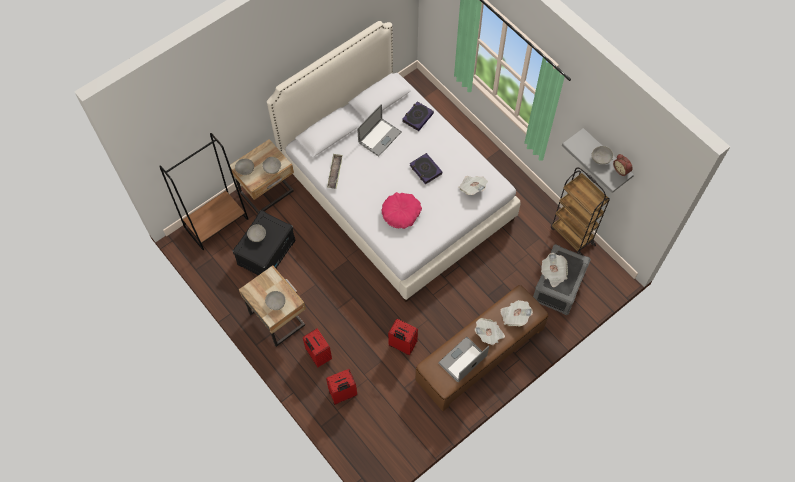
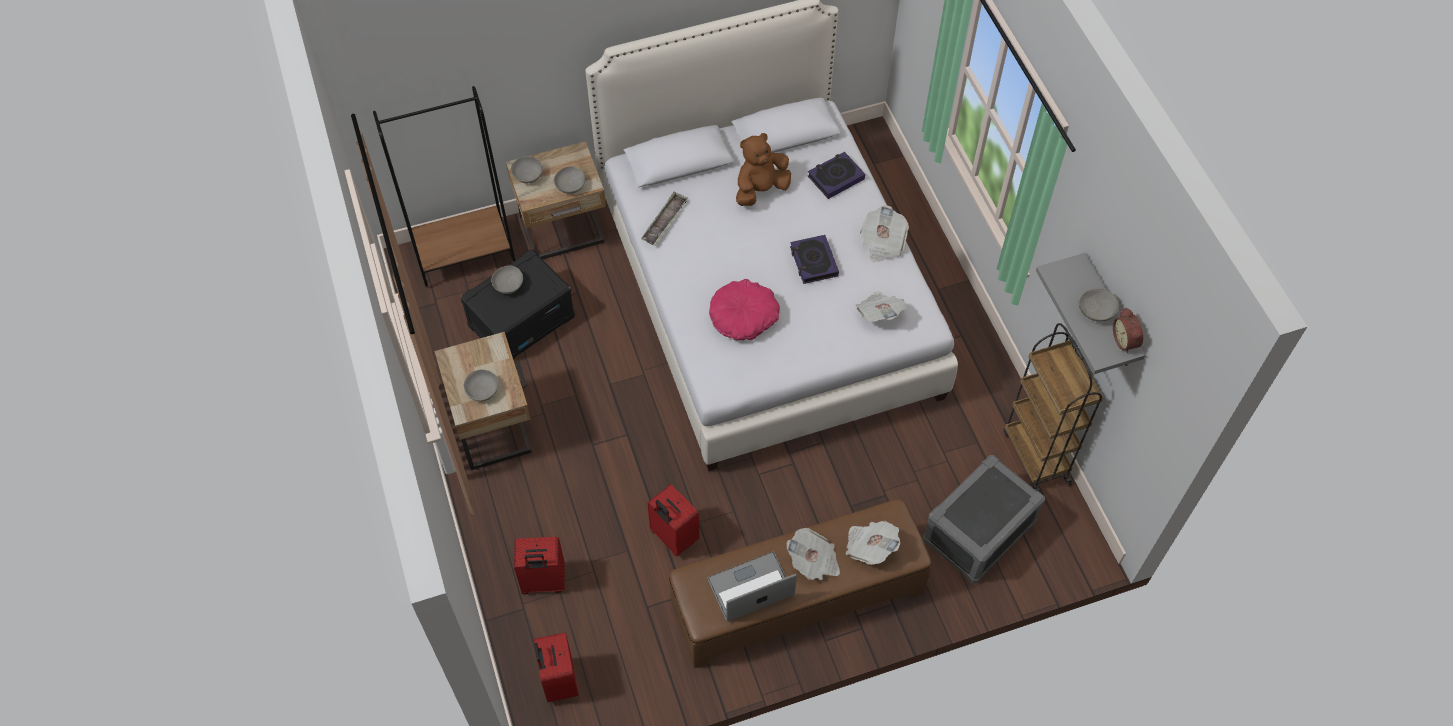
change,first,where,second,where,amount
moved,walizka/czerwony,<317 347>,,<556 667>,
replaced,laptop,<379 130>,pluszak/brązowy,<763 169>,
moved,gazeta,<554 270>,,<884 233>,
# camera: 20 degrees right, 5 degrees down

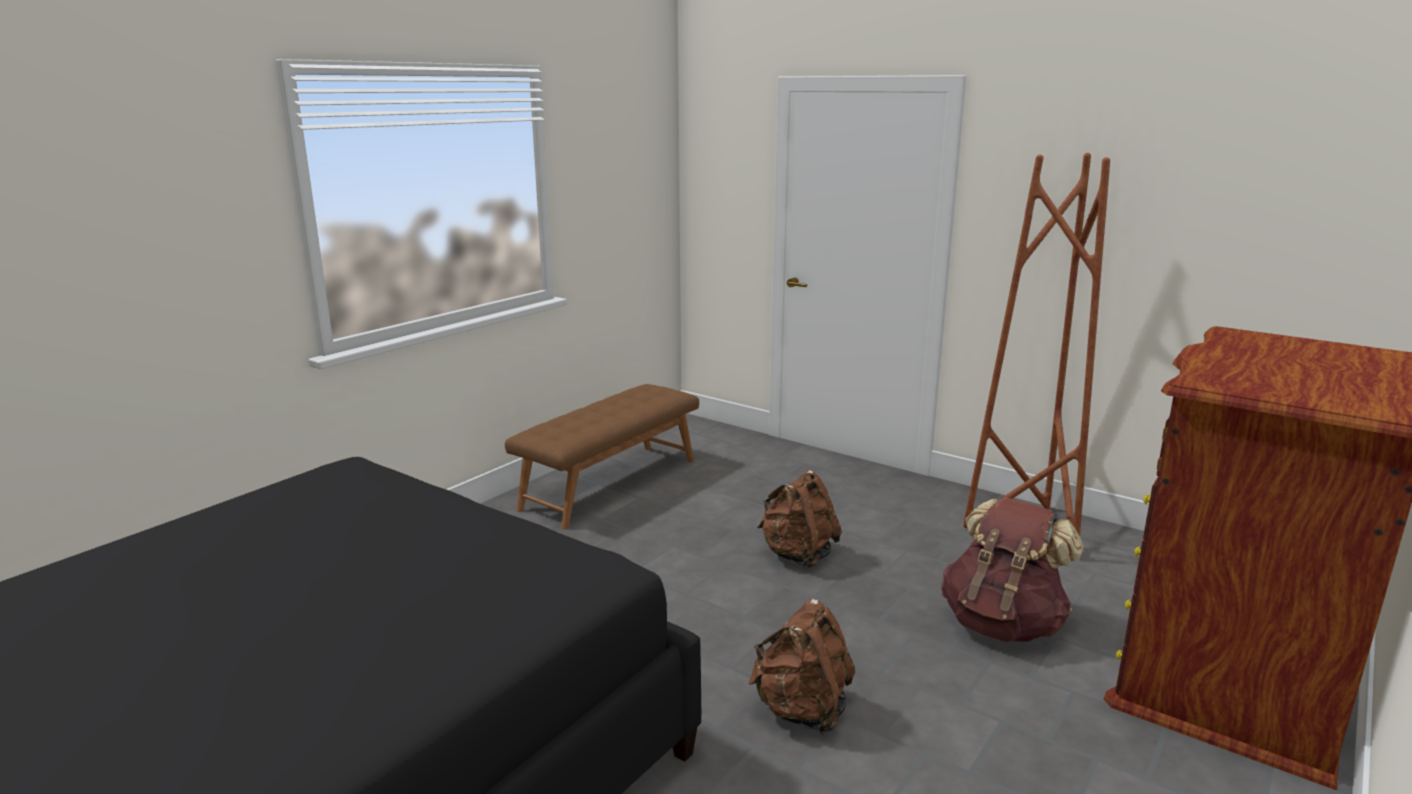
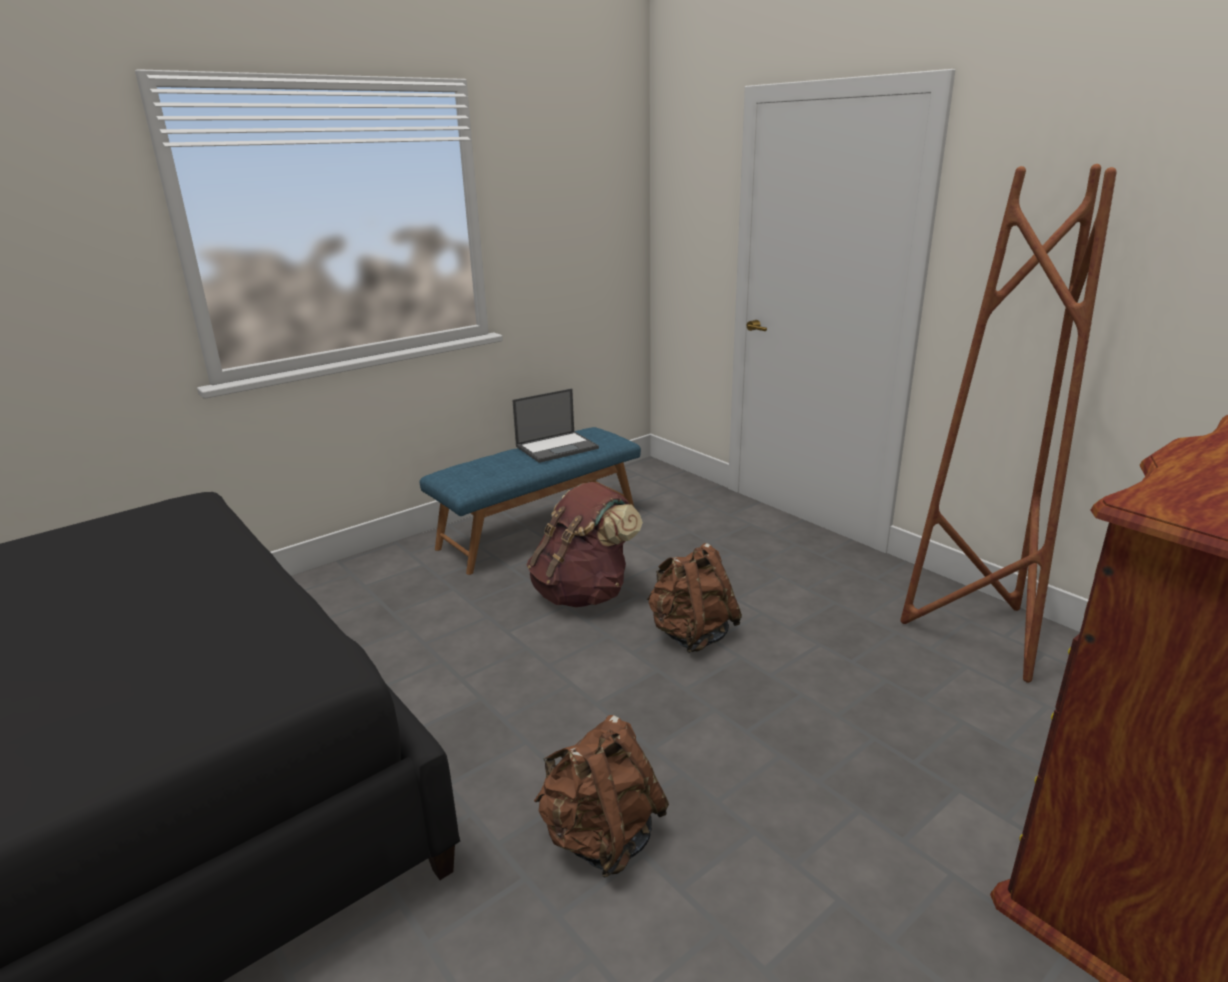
change,first,where,second,where,amount
recoloured,ławka/brązowy,<602 457>,ławka/niebieski,<530 501>,
added,,,laptop,<555 425>,
moved,plecak/brązowy,<1012 569>,,<585 545>,
# camera: 15 degrees right, 5 degrees up

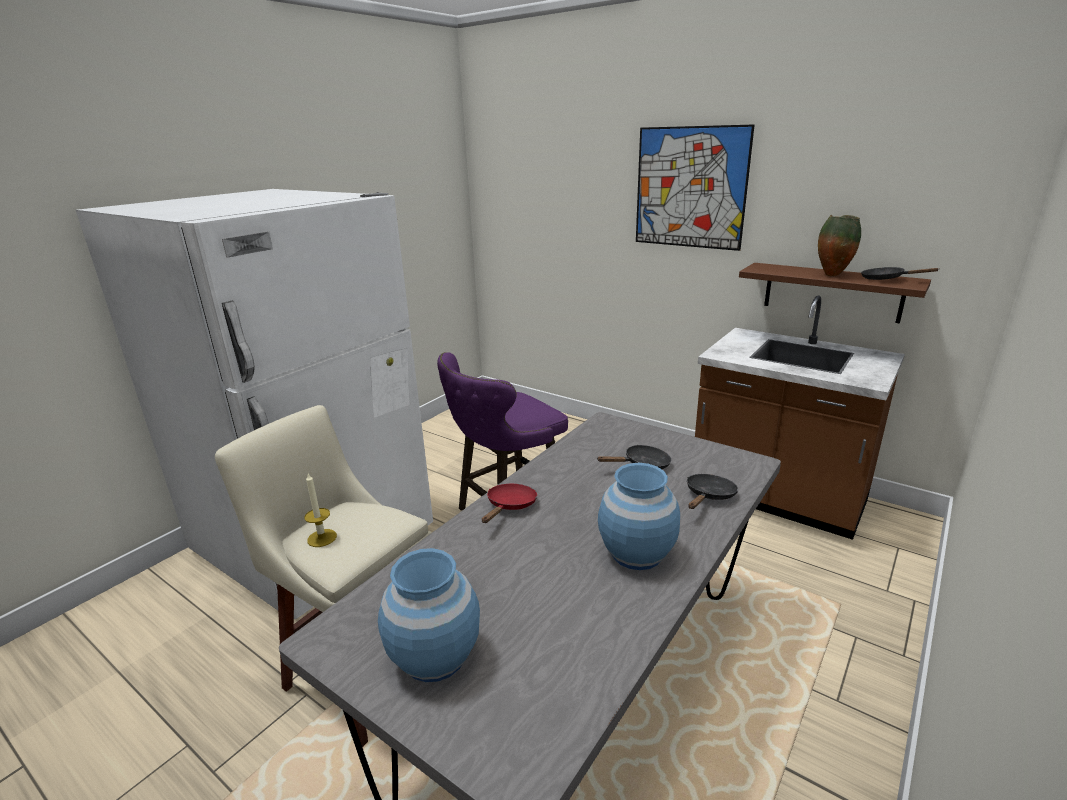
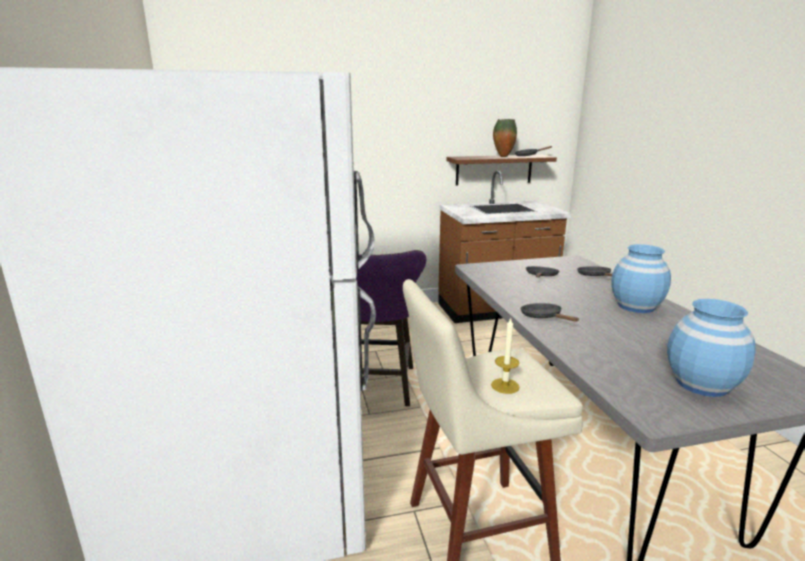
change,first,where,second,where,amount
recoloured,patelnia/czerwony,<509 503>,patelnia/czarny,<550 312>,
removed,obraz,<695 187>,,,
# camera: 50 degrees left, 5 degrees down

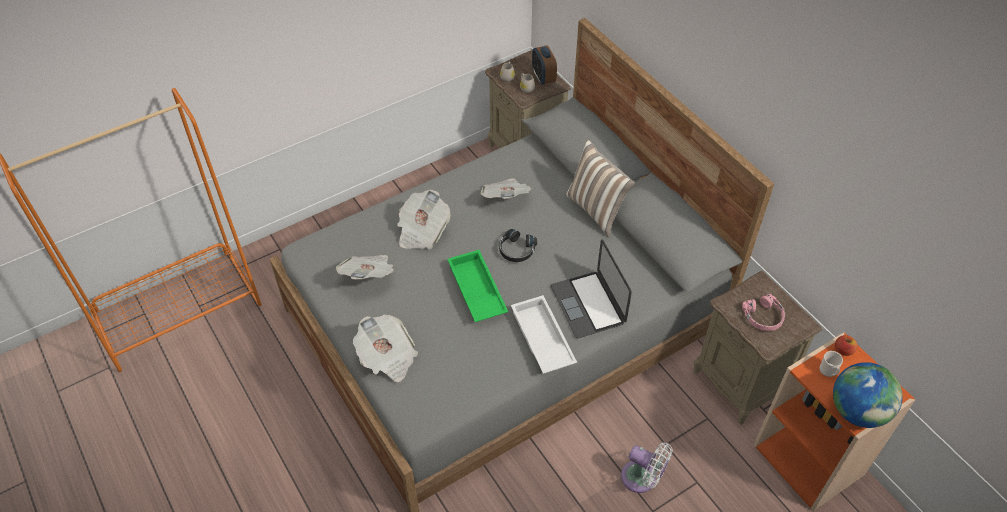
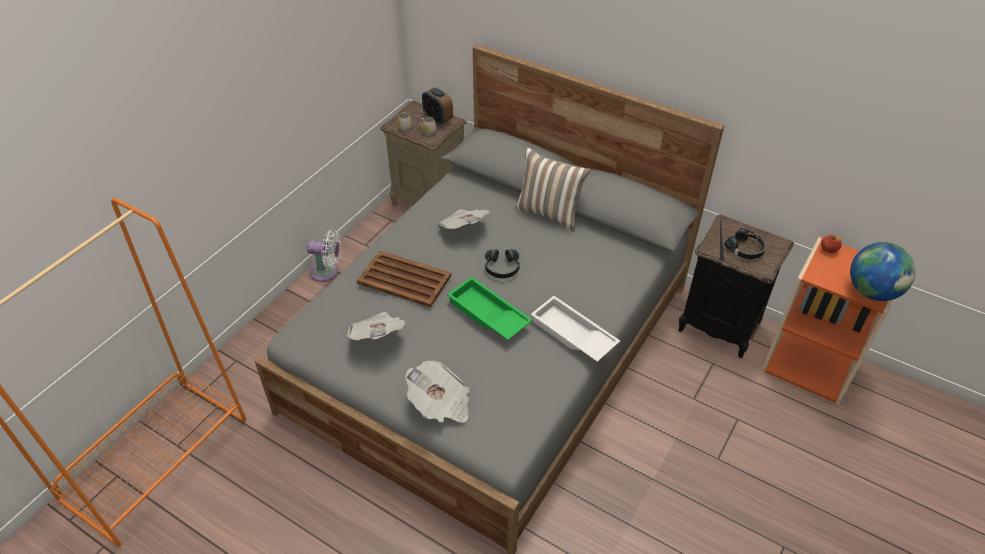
change,first,where,second,where,amount
moved,wentylator/biały,<647 468>,,<324 256>,
replaced,gazeta,<424 219>,taca/brązowy,<404 278>,
recoloured,szafka nocna/beżowy,<757 347>,szafka nocna/czarny,<736 286>,
recoloured,słuchawki/różowy,<763 312>,słuchawki/czarny,<745 243>,
removed,laptop,<591 288>,,,
removed,kubek,<831 364>,,,
# camera: 25 degrees left, 5 degrees down

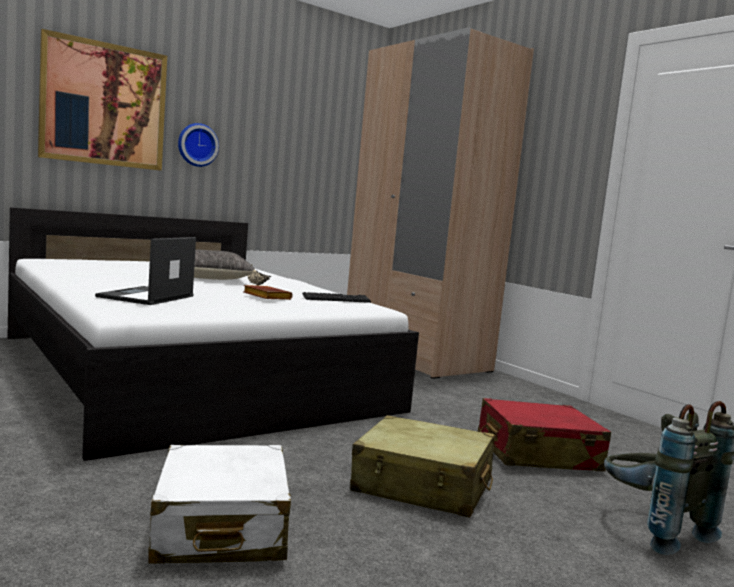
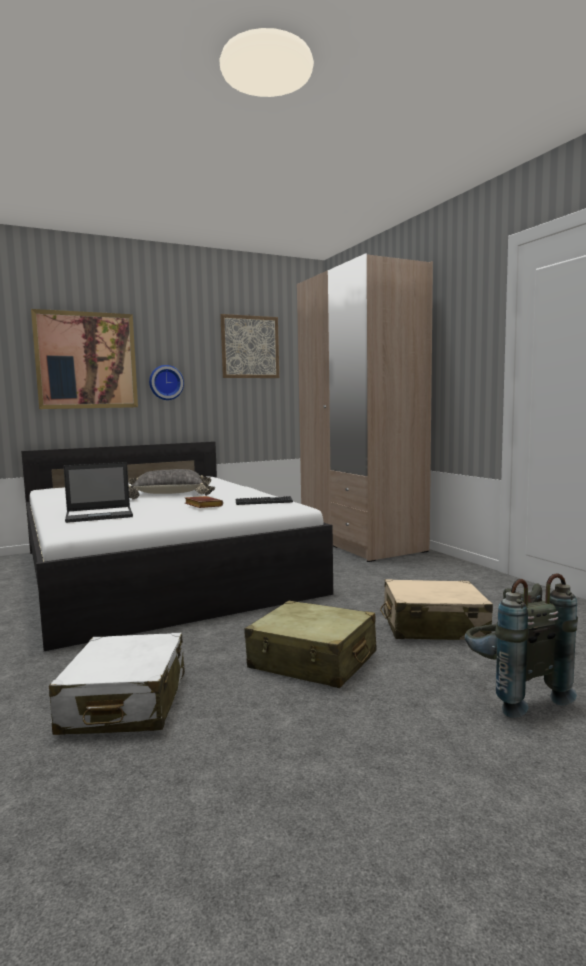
change,first,where,second,where,amount
turned,laptop,<145 271>,,<98 492>,135 degrees counterclockwise
added,,,obraz,<249 346>,
recoloured,walizka/czerwony,<544 434>,walizka/beżowy,<436 609>,
# camera: 10 degrees right, 0 degrees up

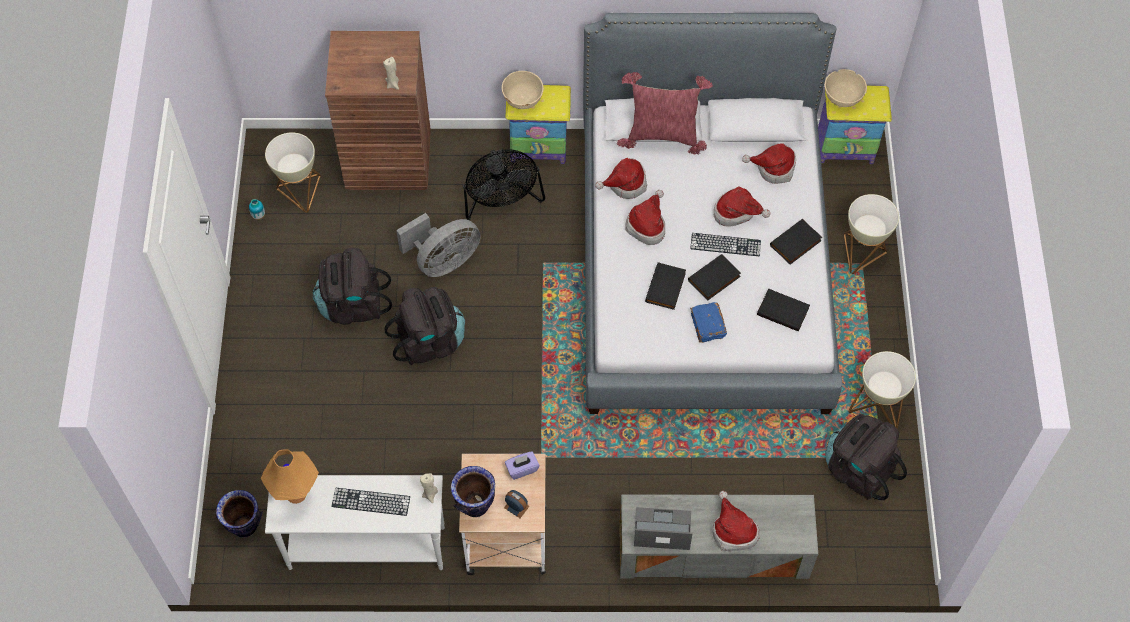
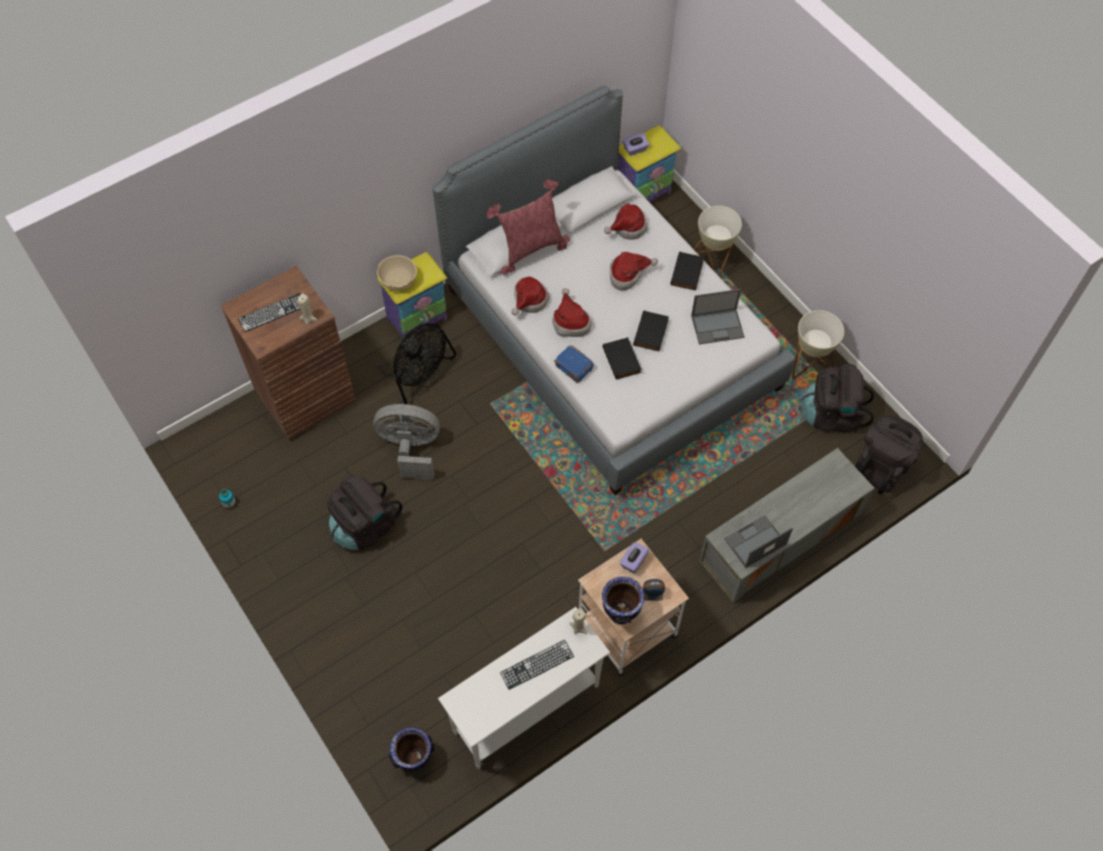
change,first,where,second,where,amount
moved,klawiatura,<725 244>,,<269 312>,
turned,wentylator/szary,<438 245>,,<406 442>,105 degrees counterclockwise
moved,książka/niebieski,<708 322>,,<574 364>,
replaced,miska/beżowy,<846 88>,pudełko chusteczek/fioletowy,<636 144>,
replaced,książka/czarny,<783 310>,laptop,<718 316>,
moved,plecak/czarny,<425 326>,,<889 455>,
removed,lampa stołowa/pomarańczowy,<290 476>,,,
removed,donica,<293 172>,,,
removed,kapelusz,<736 521>,,,
# camera: 35 degrees left, 0 degrees up

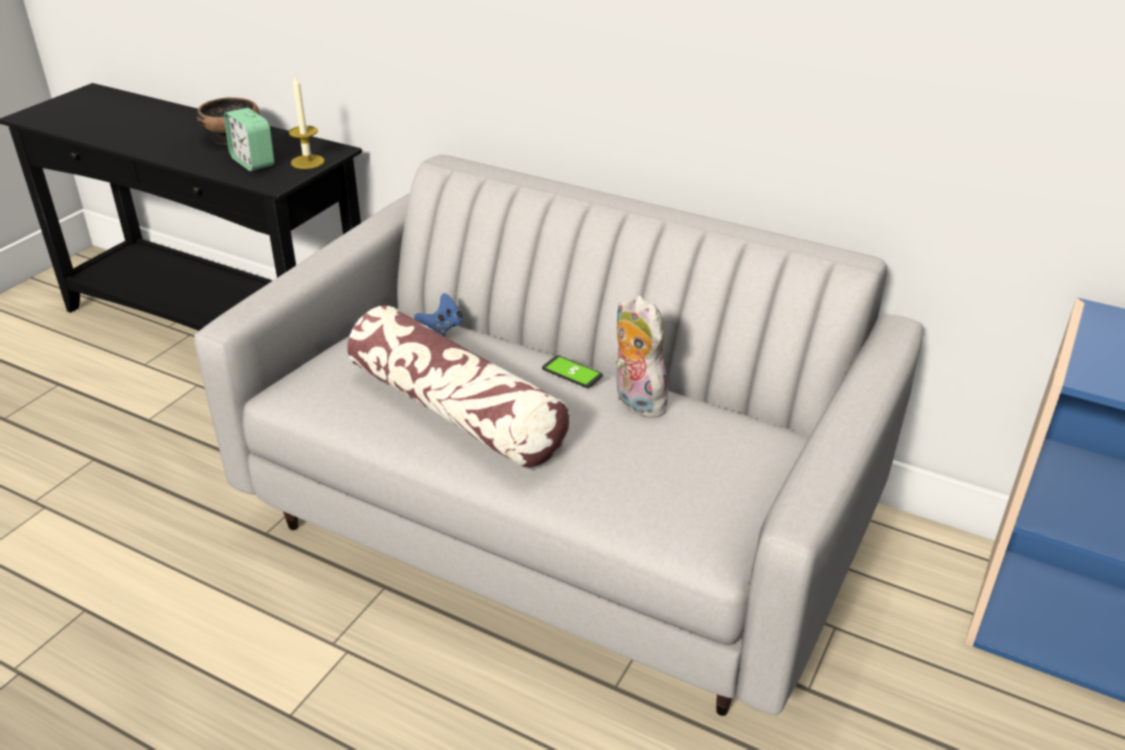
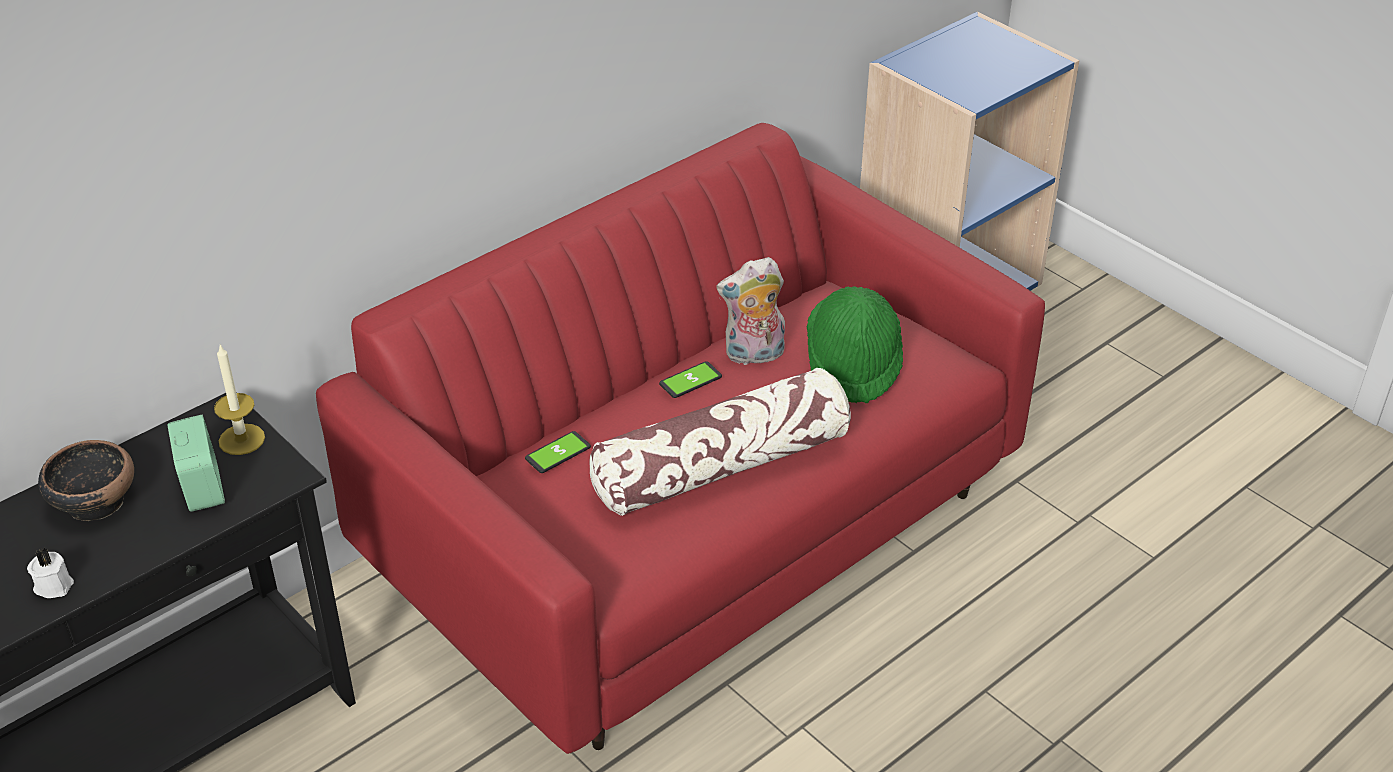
change,first,where,second,where,amount
added,,,świeca/biały,<50 573>,
turned,budzik,<249 139>,,<196 463>,90 degrees counterclockwise
recoloured,kanapa/szary,<558 435>,kanapa/czerwony,<680 438>,
replaced,pad do gier/niebieski,<438 315>,telefon,<558 452>,
added,,,kapelusz/zielony,<855 344>,
# camera: 70 degrees left, 5 degrees up

